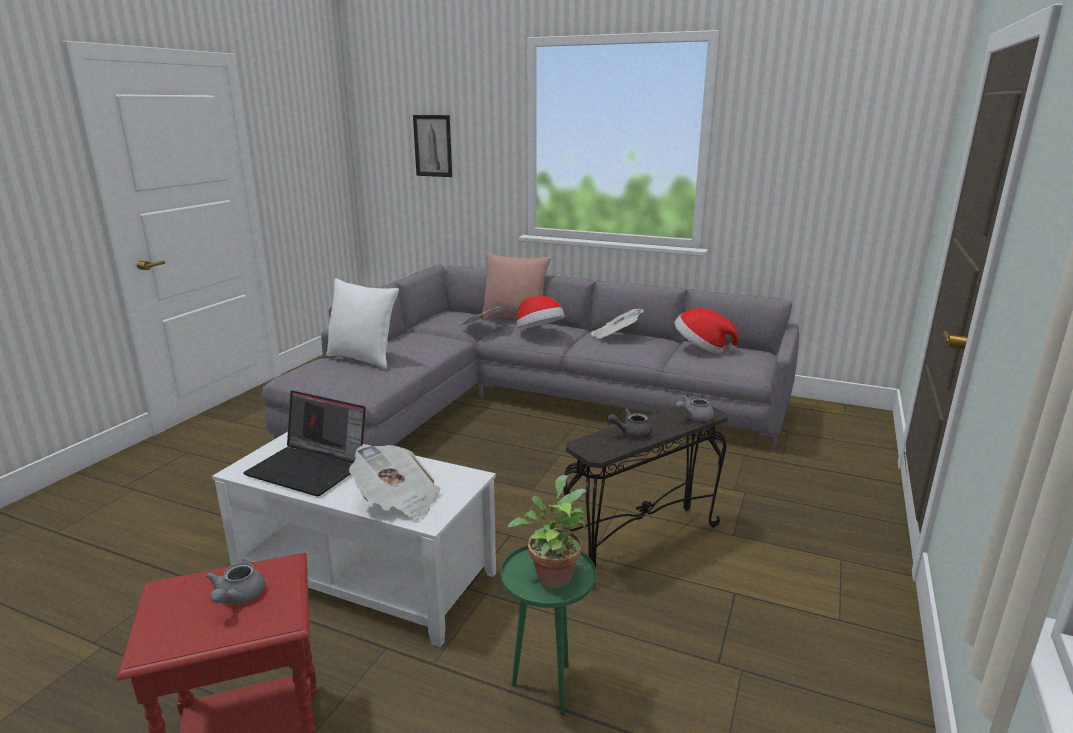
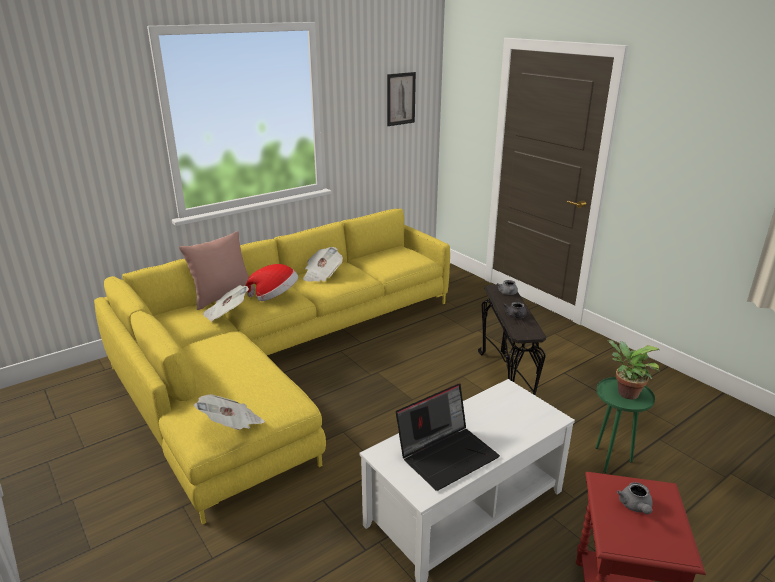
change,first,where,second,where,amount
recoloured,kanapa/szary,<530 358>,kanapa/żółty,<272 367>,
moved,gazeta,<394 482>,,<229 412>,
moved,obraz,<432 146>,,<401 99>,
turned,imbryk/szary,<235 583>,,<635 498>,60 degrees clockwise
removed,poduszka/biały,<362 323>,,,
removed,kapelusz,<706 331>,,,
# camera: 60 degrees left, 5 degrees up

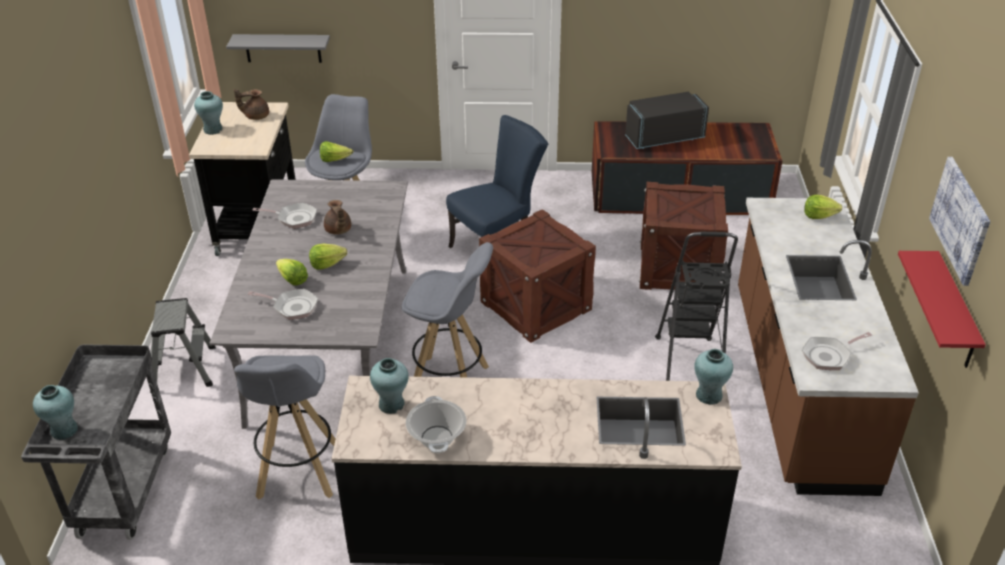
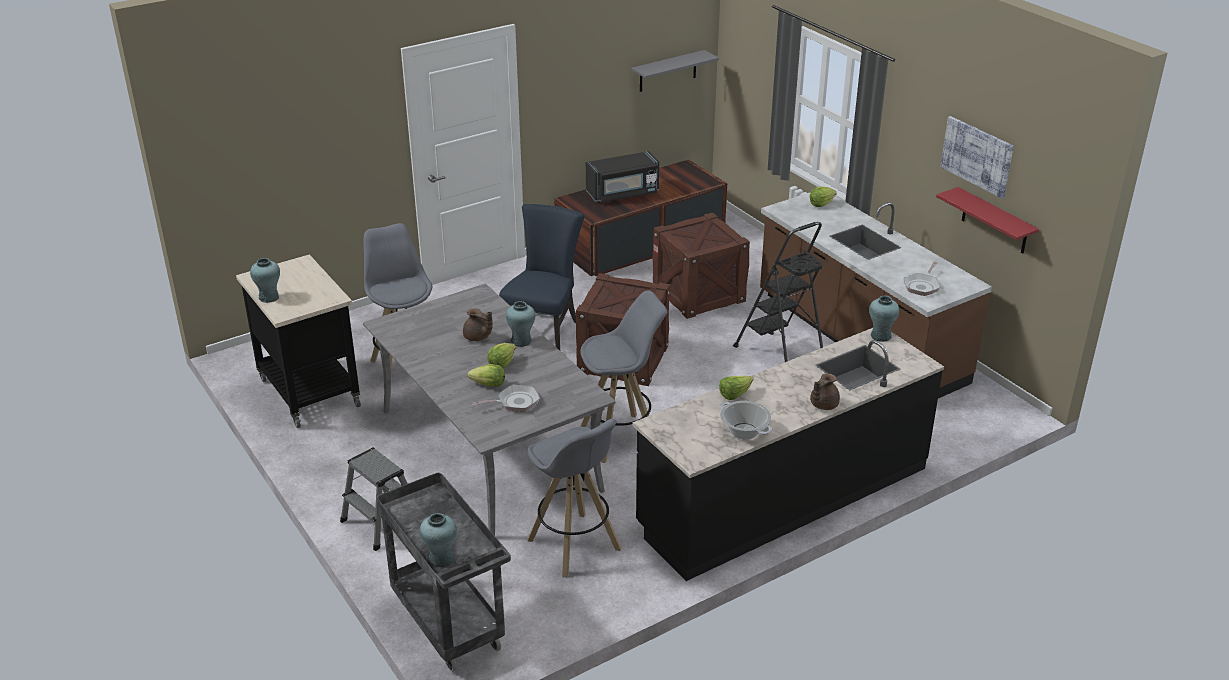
change,first,where,second,where,amount
moved,wazon/turkusowy,<389 386>,,<520 324>,
turned,mikrofalówka/czarny,<667 120>,,<622 177>,150 degrees counterclockwise
moved,półka/szary,<278 48>,,<675 71>,
moved,sałata,<336 151>,,<736 388>,
moved,imbryk/brązowy,<251 104>,,<825 391>,
removed,patelnia,<284 215>,,,
# camera: 35 degrees left, 5 degrees down

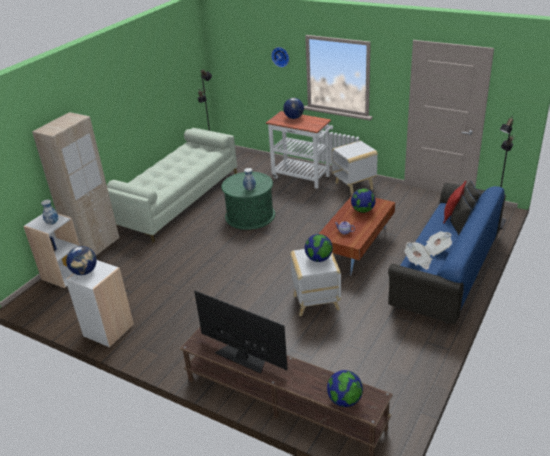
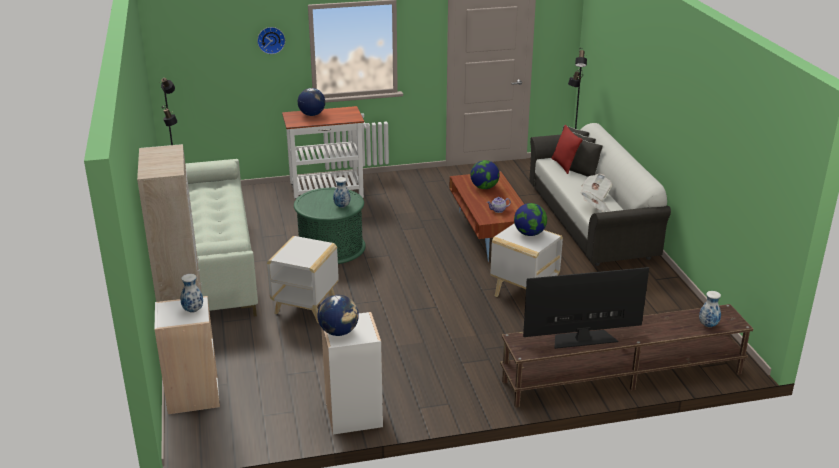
change,first,where,second,where,amount
moved,stolik/biały,<355 168>,,<303 279>,
recoloured,kanapa/niebieski,<447 252>,kanapa/biały,<600 194>,
replaced,globus,<345 388>,wazon,<710 309>,
# camera: 45 degrees left, 5 degrees down

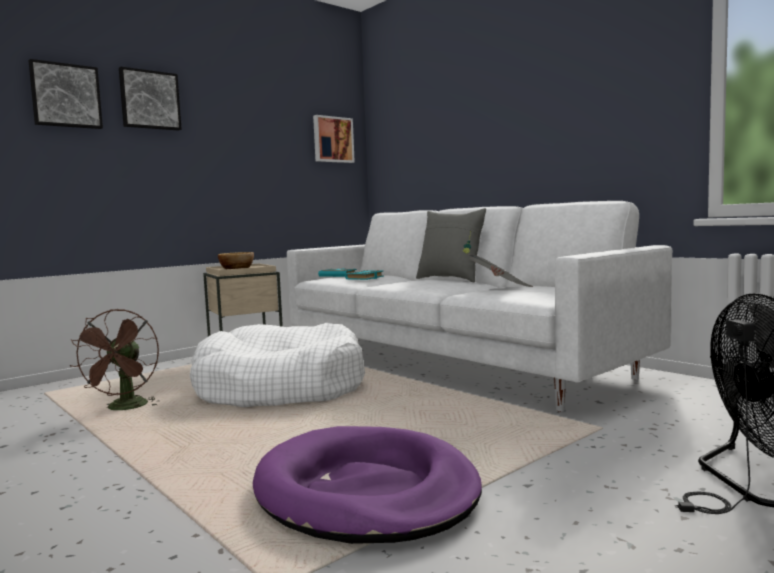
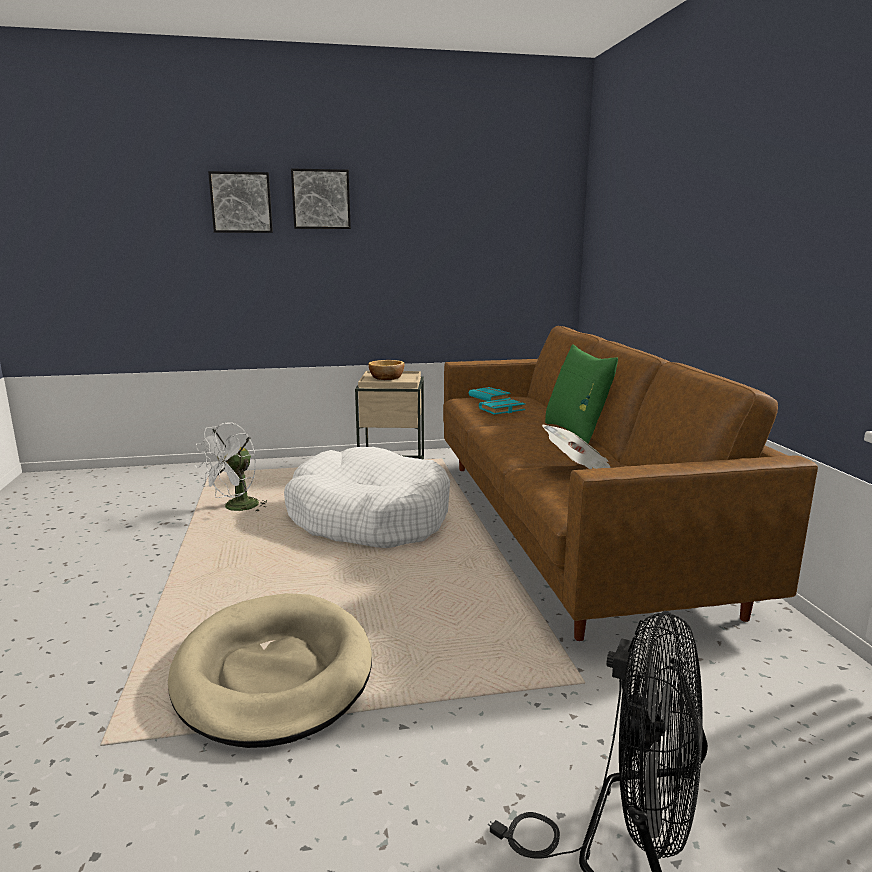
change,first,where,second,where,amount
recoloured,legowisko/fioletowy,<367 485>,legowisko/beżowy,<270 670>,
recoloured,wentylator/brązowy,<114 359>,wentylator/biały,<231 467>,
recoloured,kanapa/biały,<479 306>,kanapa/brązowy,<630 483>,
recoloured,poduszka/szary,<451 245>,poduszka/zielony,<581 394>,
removed,obraz,<334 139>,,,
# camera: 30 degrees right, 10 degrees up

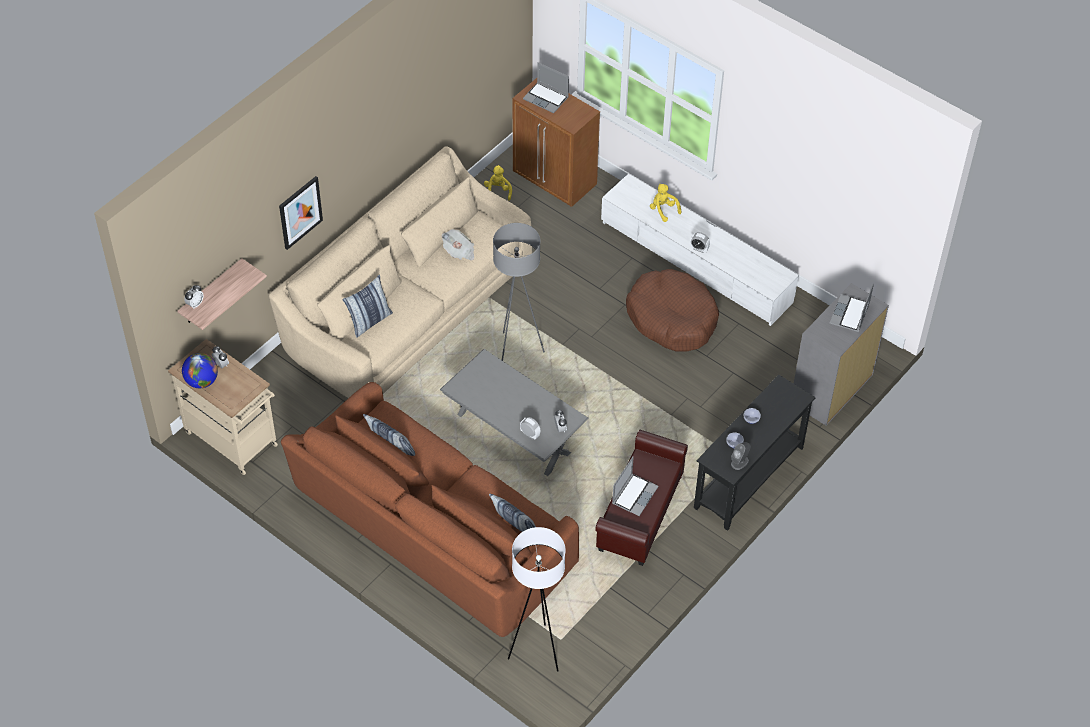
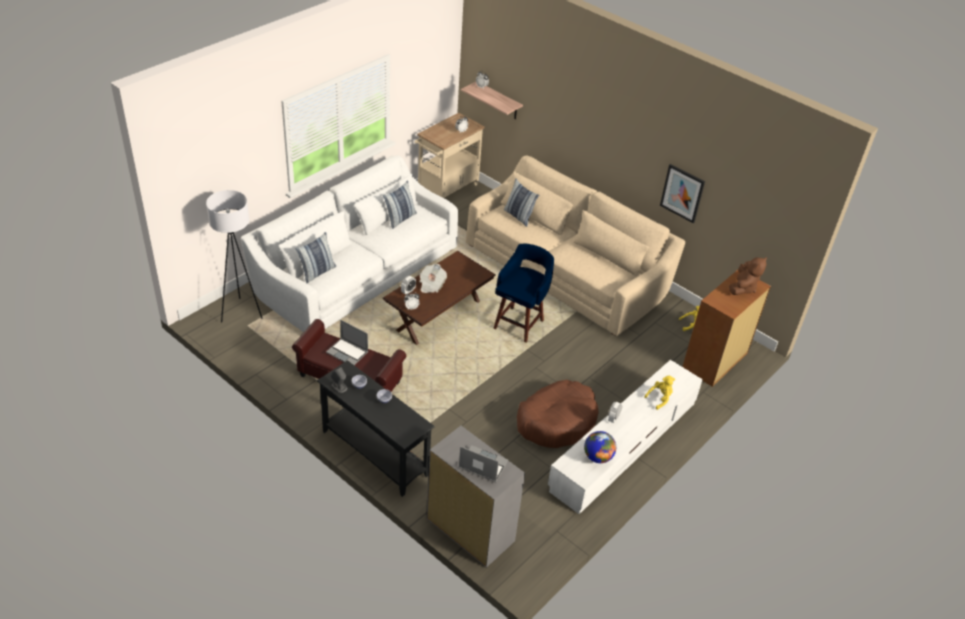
change,first,where,second,where,amount
recoloured,kanapa/brązowy,<430 509>,kanapa/biały,<349 243>,
recoloured,ława/szary,<514 412>,ława/brązowy,<439 298>,
moved,gazeta,<458 245>,,<433 278>,
replaced,lampa stojąca/szary,<519 292>,stołek/niebieski,<523 293>,
moved,globus,<200 370>,,<600 447>,
moved,obraz,<301 213>,,<682 193>,
replaced,laptop,<546 87>,pluszak/brązowy,<748 276>,
# camera: 90 degrees right, 10 degrees down

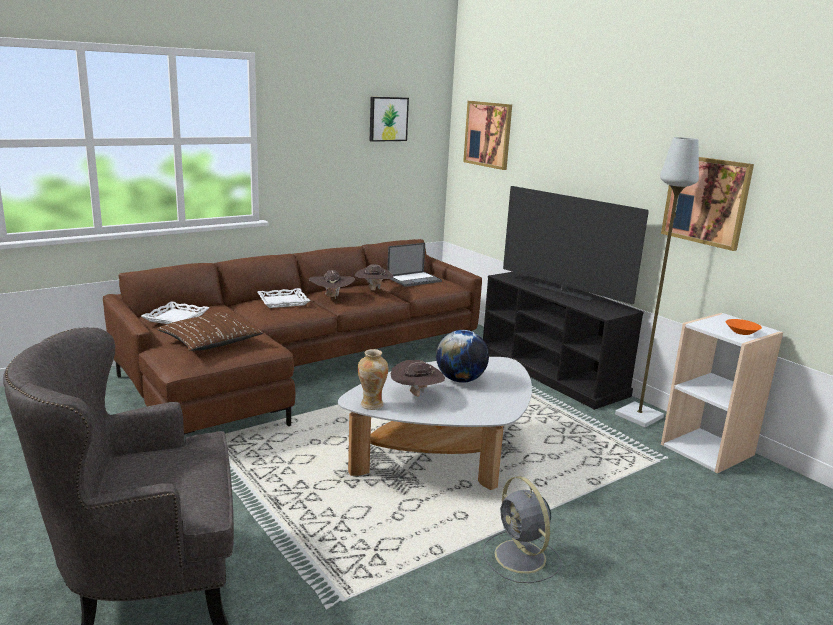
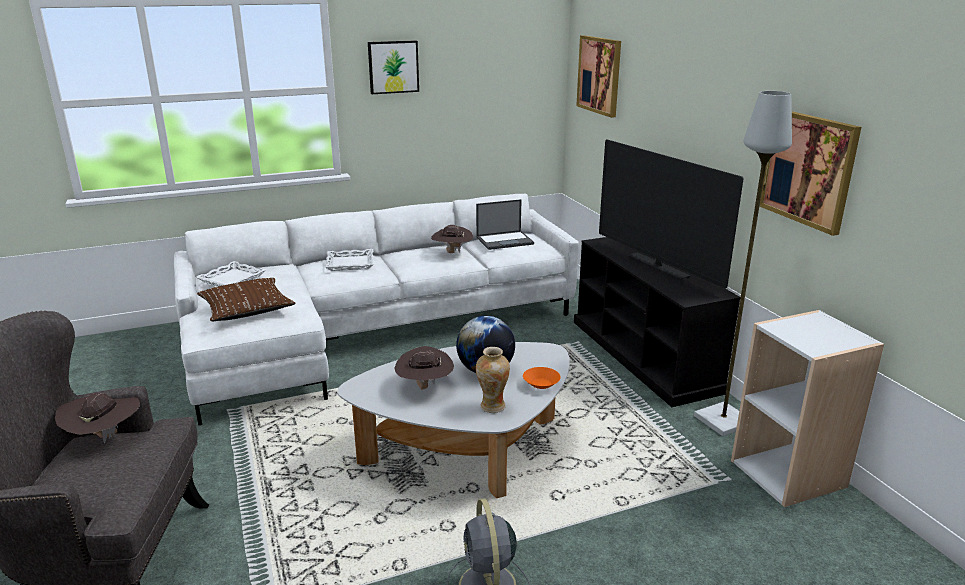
change,first,where,second,where,amount
moved,kapelusz/brązowy,<332 284>,,<97 418>,
recoloured,kanapa/brązowy,<292 336>,kanapa/biały,<376 309>,
moved,obraz,<389 119>,,<393 67>,
moved,wazon,<373 379>,,<493 380>,
moved,miska/pomarańczowy,<744 327>,,<542 378>,
# camera: 15 degrees right, 5 degrees up

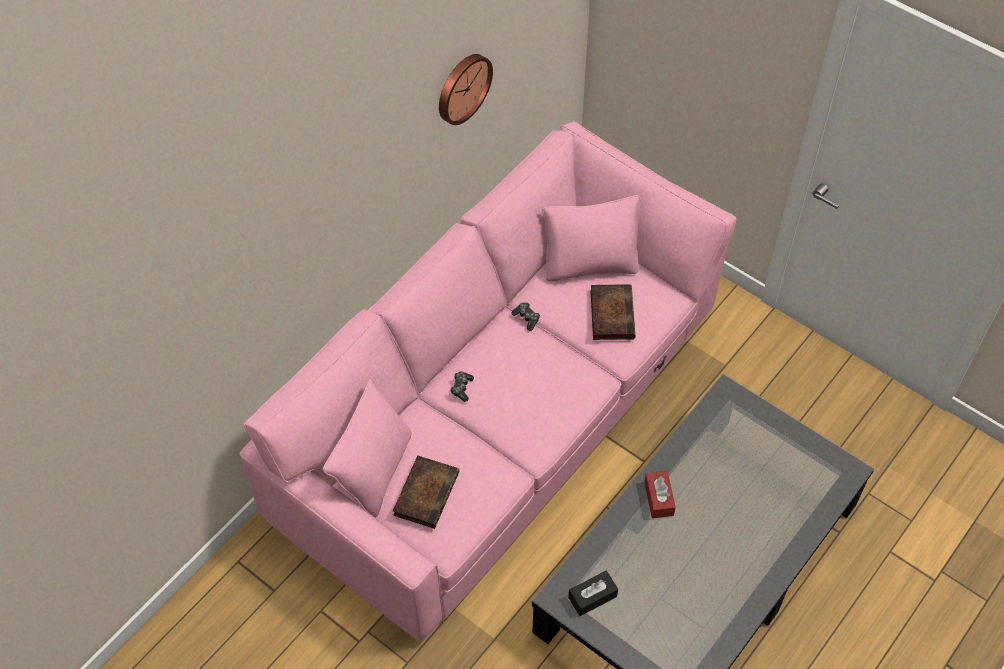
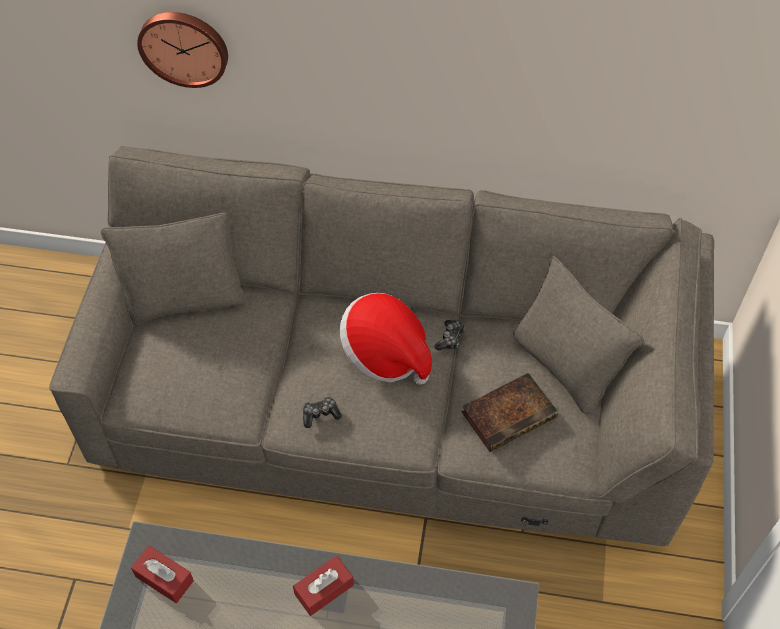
change,first,where,second,where,amount
recoloured,kanapa/różowy,<488 381>,kanapa/szary,<381 346>,
recoloured,pudełko chusteczek/czarny,<593 593>,pudełko chusteczek/czerwony,<162 574>,
moved,zegar ścienny,<466 89>,,<182 50>,
moved,pad do gier,<462 386>,,<322 412>,
added,,,kapelusz,<386 339>,
removed,książka,<426 492>,,,
# camera: 60 degrees right, 0 degrees up

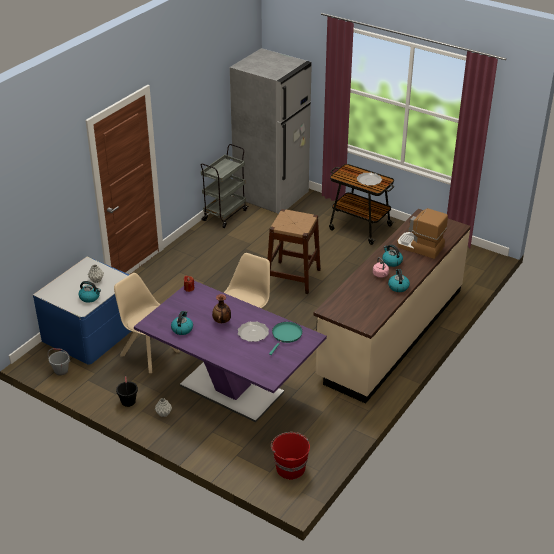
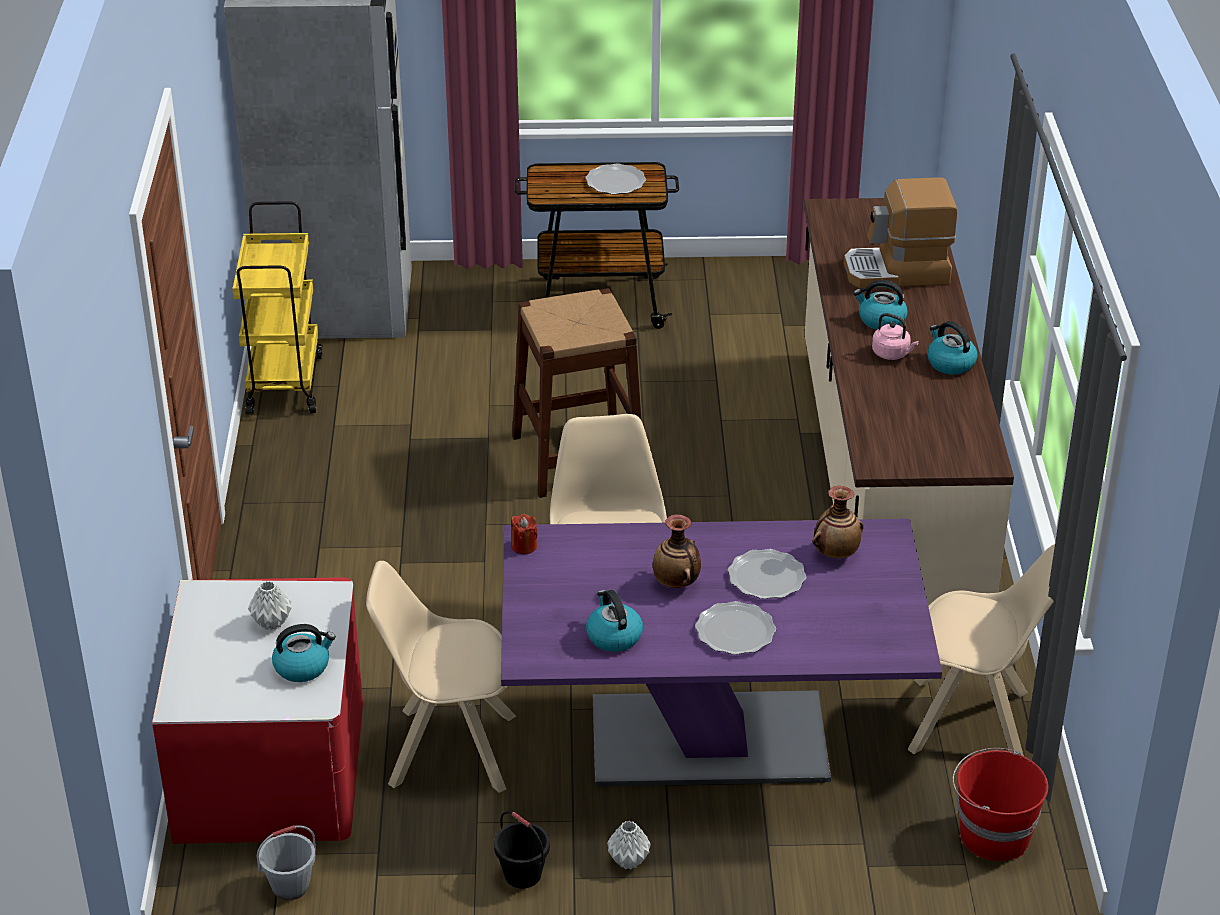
change,first,where,second,where,amount
recoloured,szafka nocna/niebieski,<82 311>,szafka nocna/czerwony,<257 710>,
recoloured,wózek/szary,<224 186>,wózek/żółty,<277 307>,
added,,,talerz,<735 628>,
replaced,patelnia/turkusowy,<286 338>,wazon,<838 522>,
added,,,krzesło/beżowy,<981 650>,
# camera: 35 degrees left, 0 degrees up

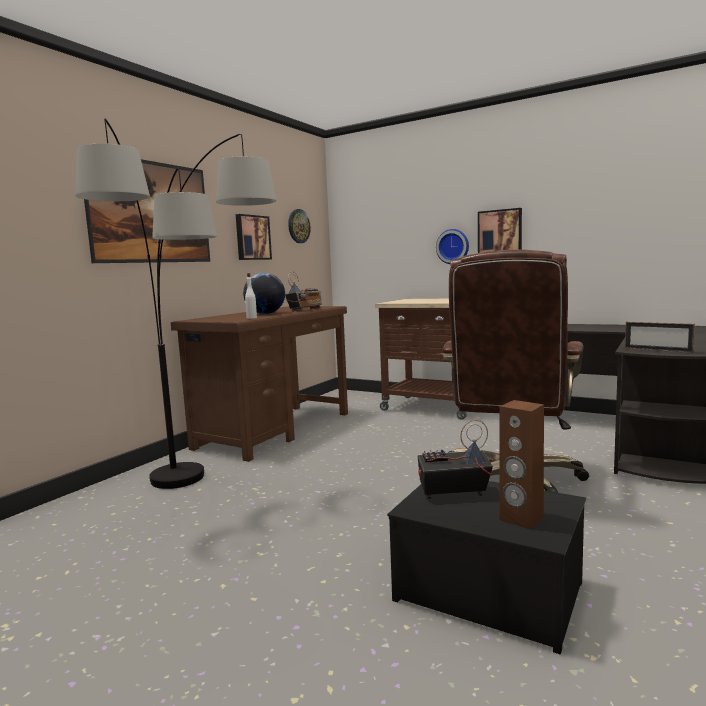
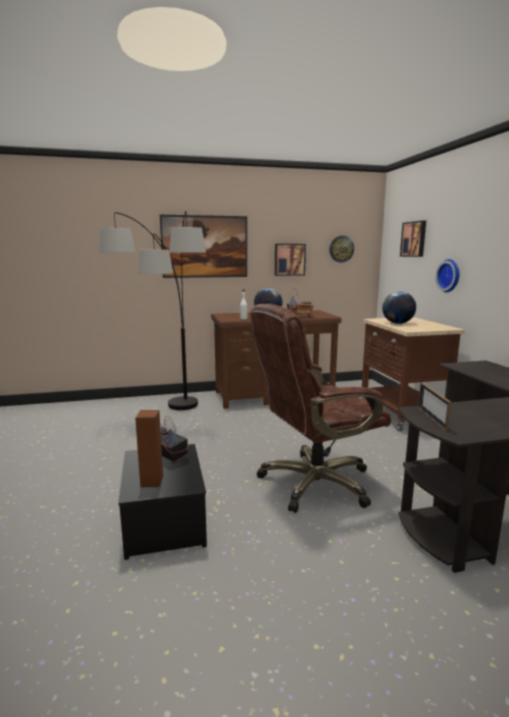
change,first,where,second,where,amount
added,,,globus,<399 307>,
moved,obraz,<500 230>,,<413 238>,
# camera: 45 degrees right, 5 degrees up

